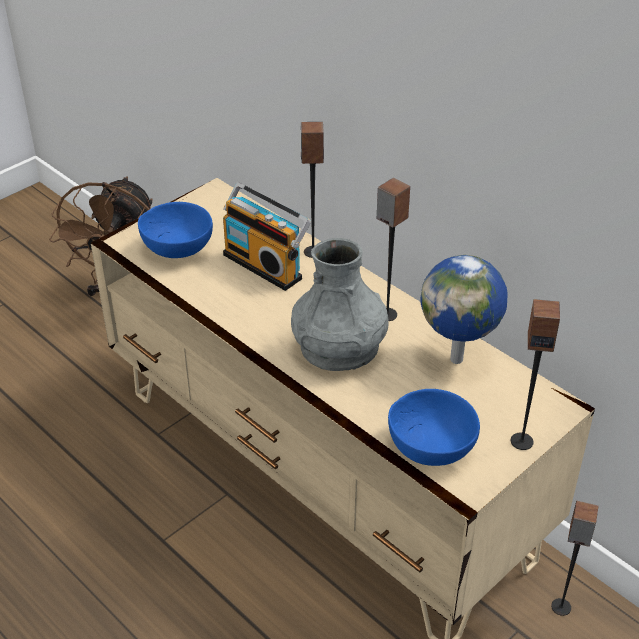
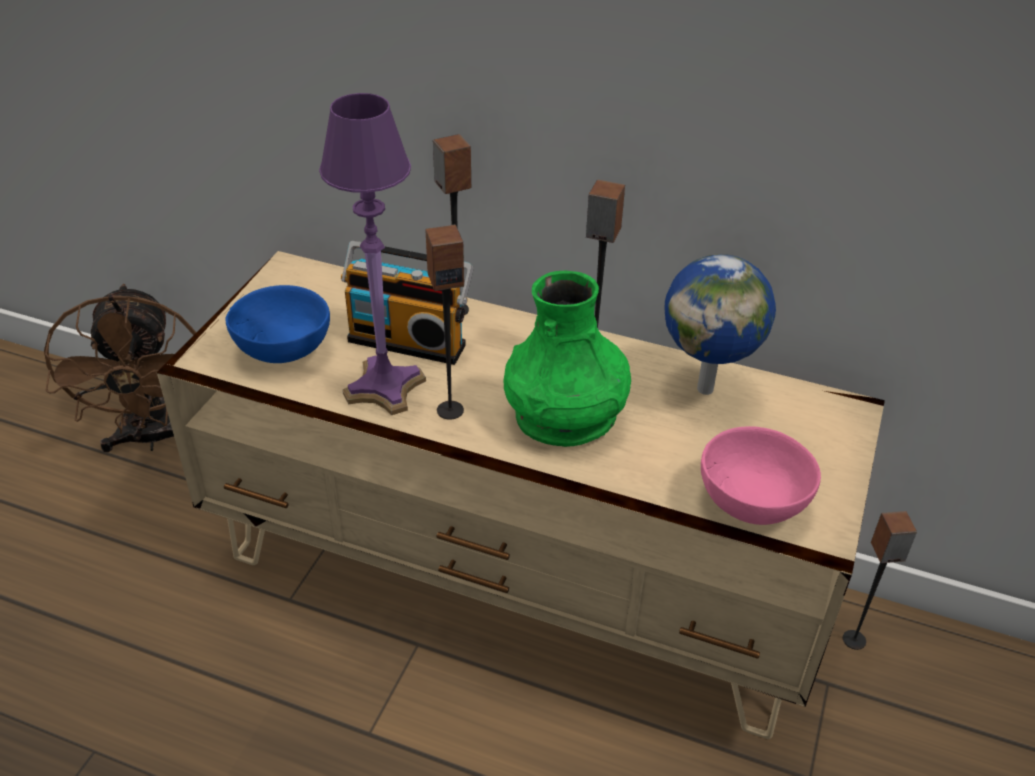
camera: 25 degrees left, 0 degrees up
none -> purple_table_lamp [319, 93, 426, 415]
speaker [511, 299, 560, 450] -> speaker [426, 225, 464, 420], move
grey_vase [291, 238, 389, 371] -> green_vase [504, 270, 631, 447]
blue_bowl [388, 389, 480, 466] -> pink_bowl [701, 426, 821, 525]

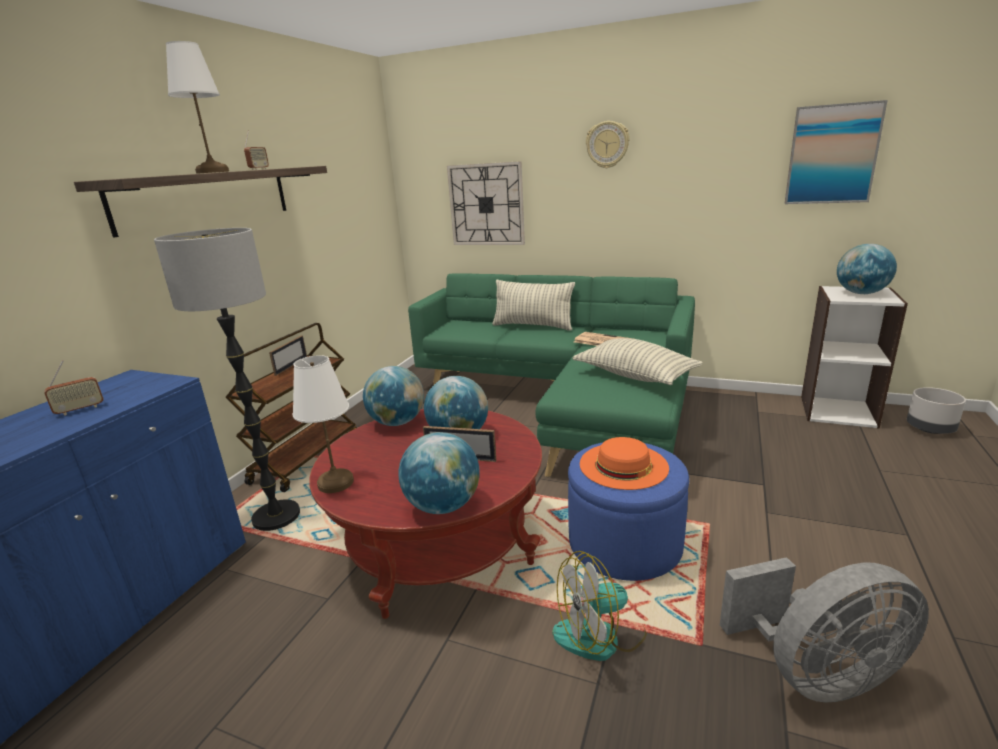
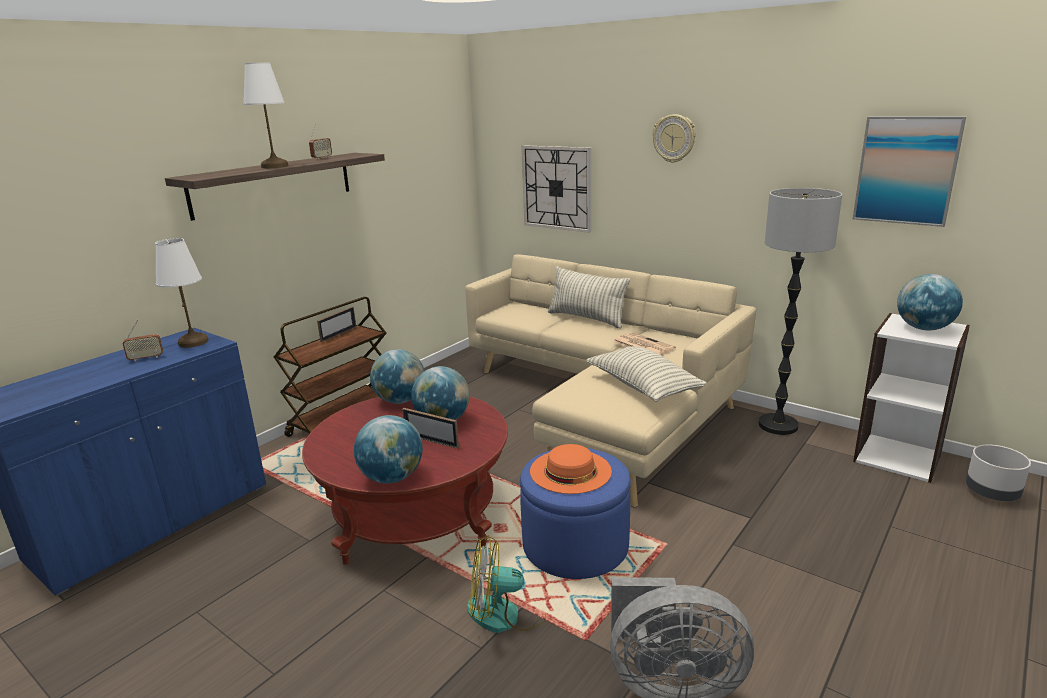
camera: 15 degrees right, 0 degrees up
floor_lamp [154, 228, 300, 531] -> floor_lamp [759, 188, 842, 435], move
white_table_lamp [293, 355, 354, 493] -> white_table_lamp [155, 238, 208, 348], move
green_sofa [408, 273, 695, 477] -> beige_sofa [465, 254, 756, 507]

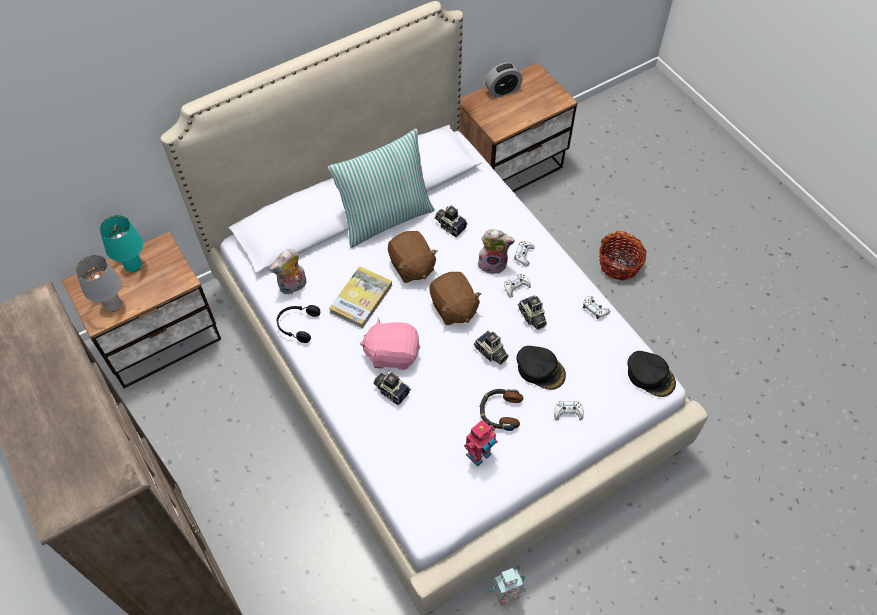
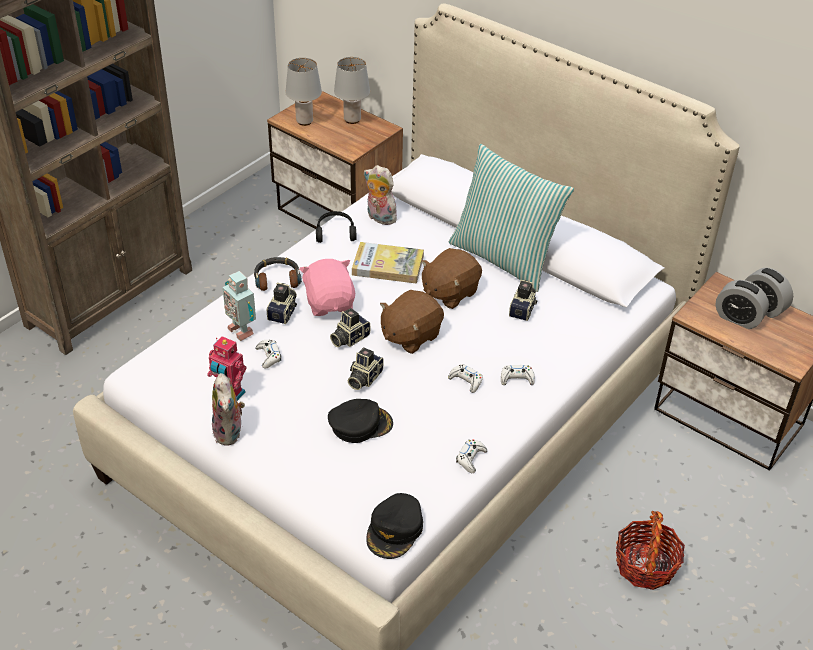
camera: 70 degrees right, 15 degrees down
none -> alarm_clock [715, 280, 769, 329]
plush_toy [478, 229, 515, 274] -> plush_toy [212, 373, 245, 446], move
headphones [480, 389, 523, 431] -> headphones [254, 257, 302, 291], move
toy_robot [490, 568, 525, 605] -> toy_robot [222, 271, 256, 341], move
photo_camera [518, 295, 547, 330] -> photo_camera [330, 308, 370, 347], move
white_game_controller [554, 401, 584, 420] -> white_game_controller [255, 340, 281, 369], move
turquoise_table_lamp [100, 215, 143, 272] -> grey_table_lamp [334, 57, 370, 124]
black_cap [516, 346, 566, 390] -> black_cap [328, 399, 393, 443], 120 degrees counterclockwise

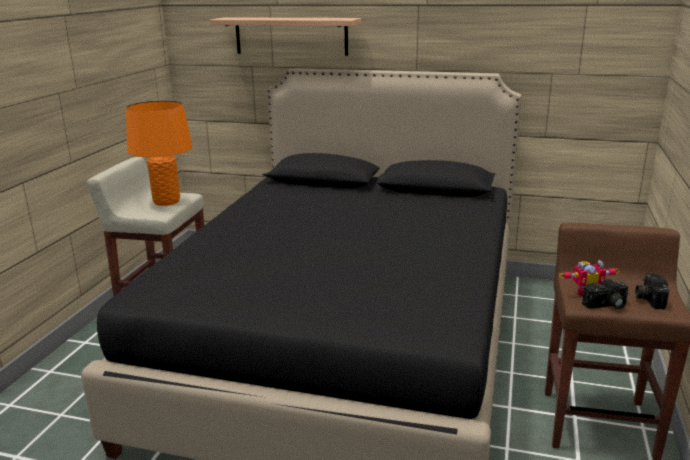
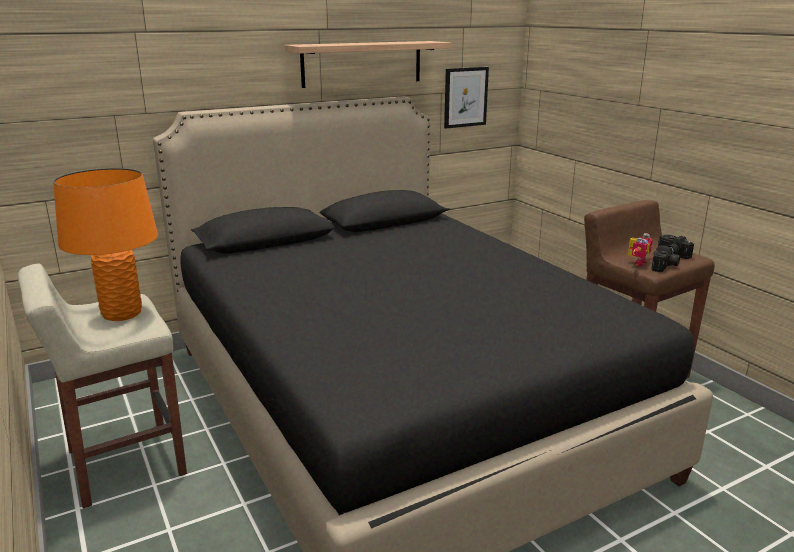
camera: 45 degrees left, 0 degrees up
none -> picture [444, 67, 489, 129]
shelf [209, 17, 361, 56] -> shelf [285, 41, 451, 88], move

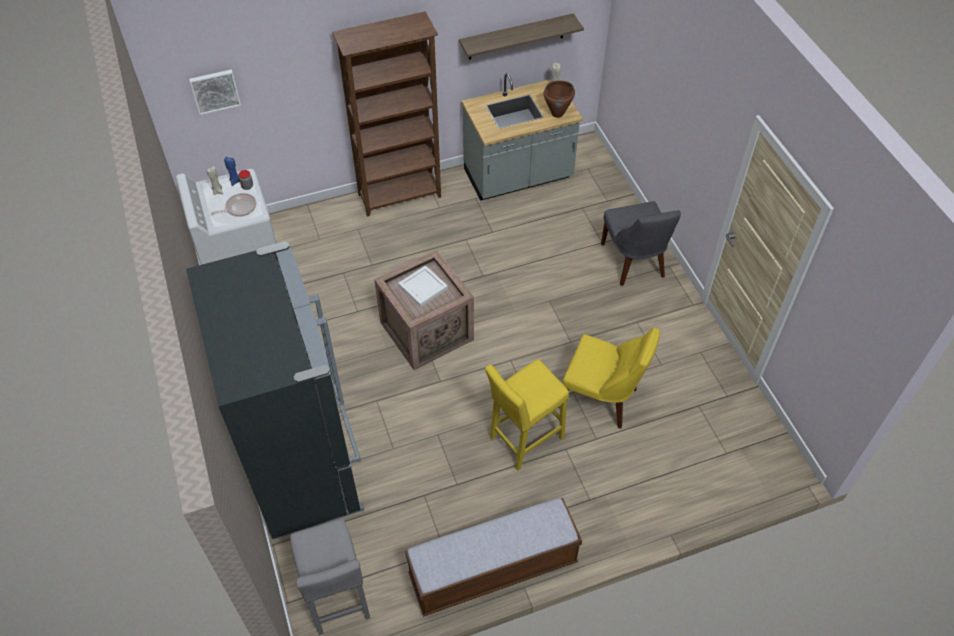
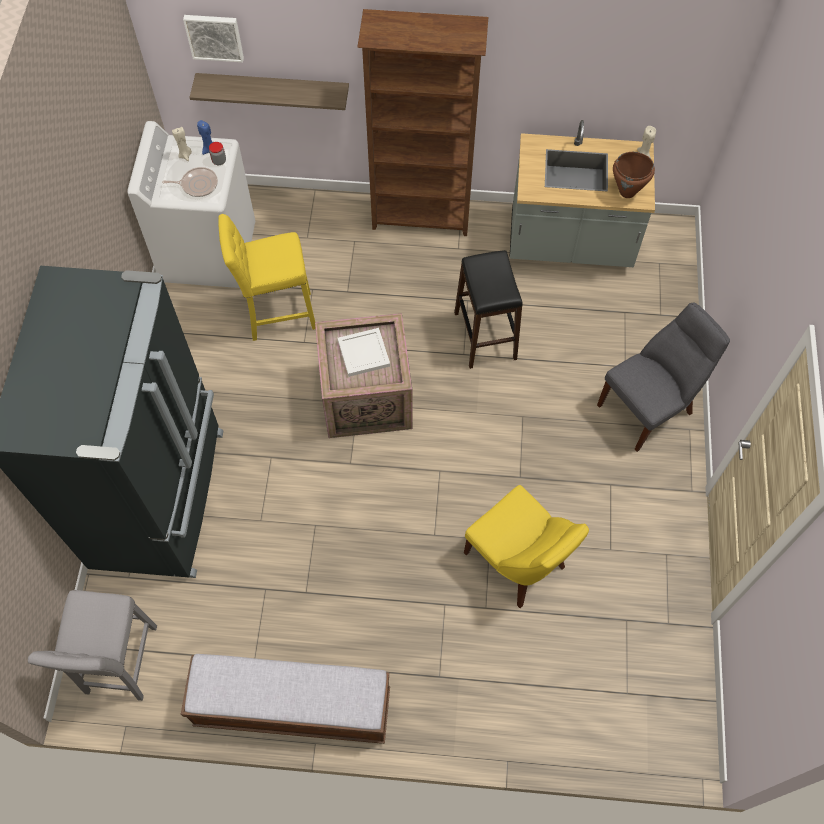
camera: 25 degrees right, 10 degrees up
none -> black_stool [454, 250, 523, 369]
shelf [459, 13, 584, 60] -> shelf [190, 73, 349, 110], move
yellow_stool [485, 359, 569, 471] -> yellow_stool [218, 214, 316, 341], move
grey_chair [601, 201, 681, 286] -> grey_chair [597, 302, 730, 452], 135 degrees counterclockwise

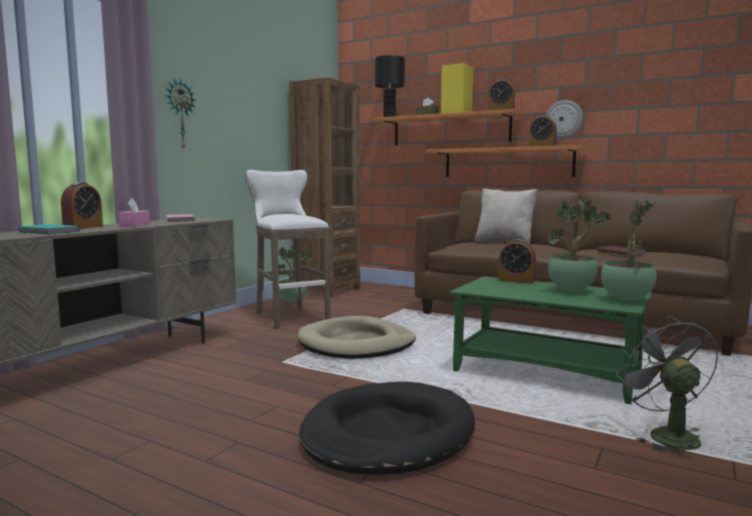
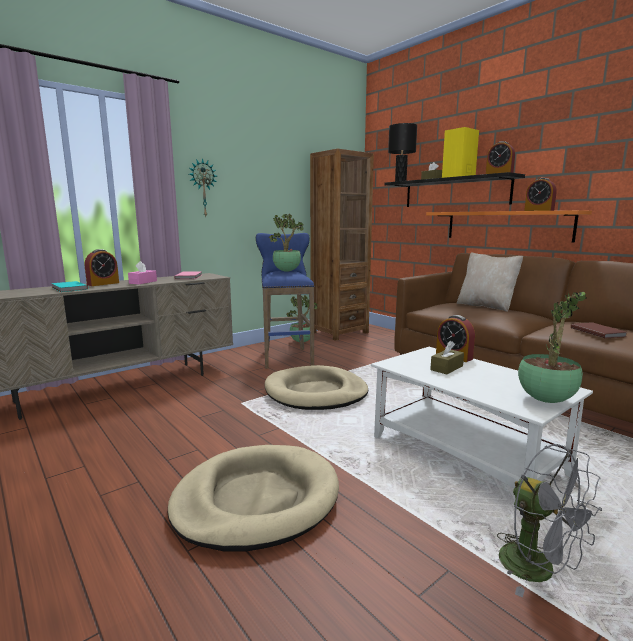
camera: 20 degrees right, 5 degrees up
wall_clock [546, 100, 583, 138] -> none
none -> brown_tissue_box [430, 341, 464, 374]
potted_plant [548, 198, 611, 292] -> potted_plant [269, 214, 303, 272], move
white_stool [246, 170, 331, 329] -> blue_stool [256, 233, 314, 369]
black_dog_bed [299, 382, 475, 475] -> beige_dog_bed [168, 445, 339, 552]
orange_shelf [373, 109, 523, 145] -> black_shelf [385, 172, 525, 207]
green_coffee_table [449, 276, 651, 404] -> white_coffee_table [371, 347, 593, 488]
grey_fan [616, 316, 718, 458] -> grey_fan [497, 444, 602, 597], 135 degrees clockwise

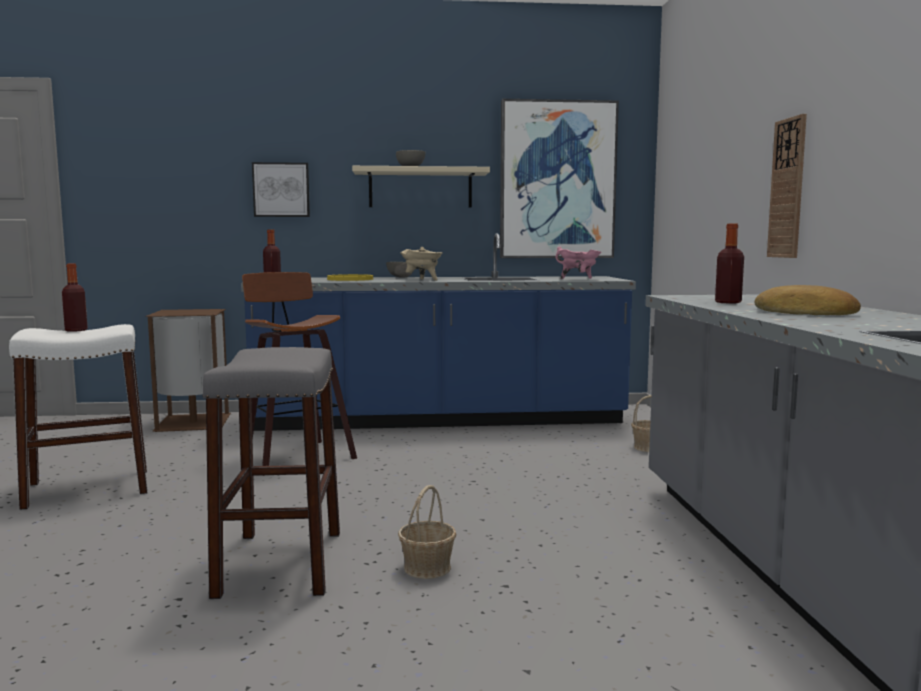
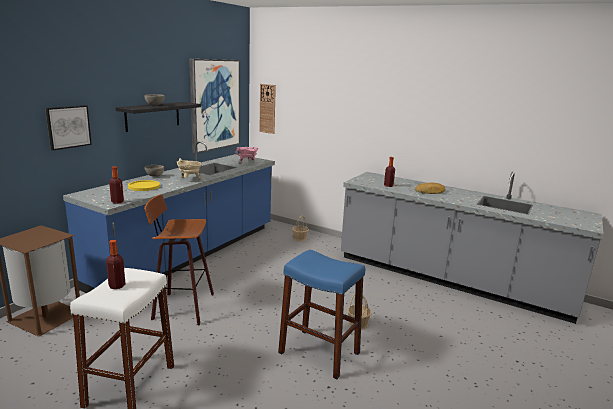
camera: 55 degrees left, 10 degrees up
wall_clock [767, 114, 807, 258] -> wall_clock [259, 84, 276, 134], move
grey_stool [203, 347, 340, 599] -> blue_stool [278, 250, 365, 379]
beige_shelf [352, 166, 490, 208] -> black_shelf [116, 102, 201, 132]

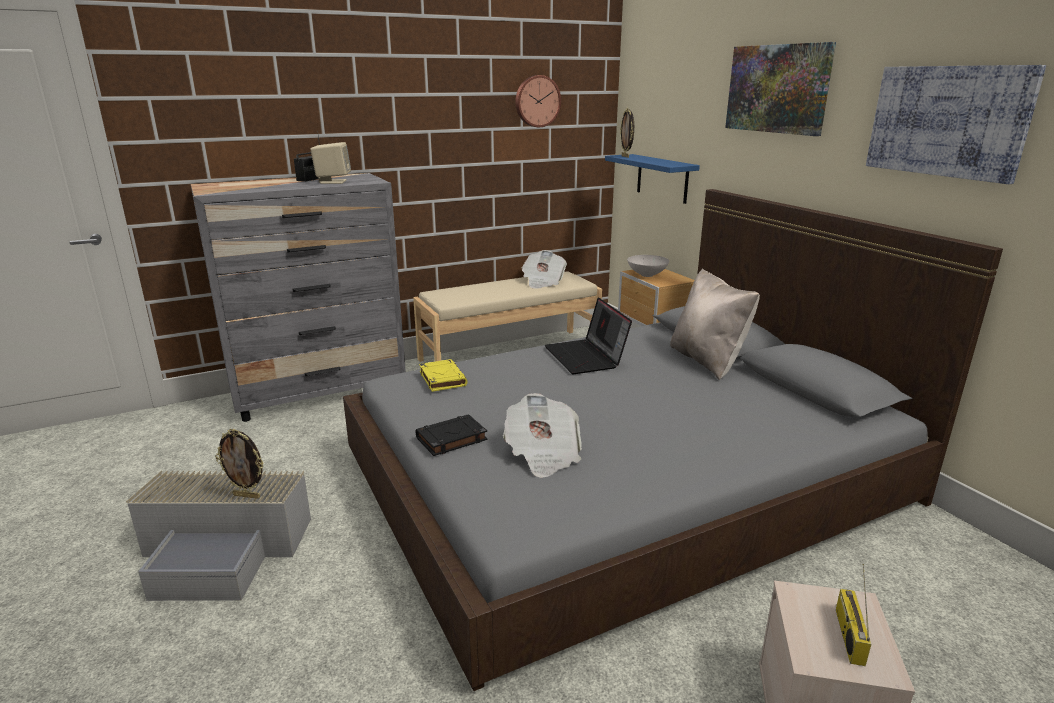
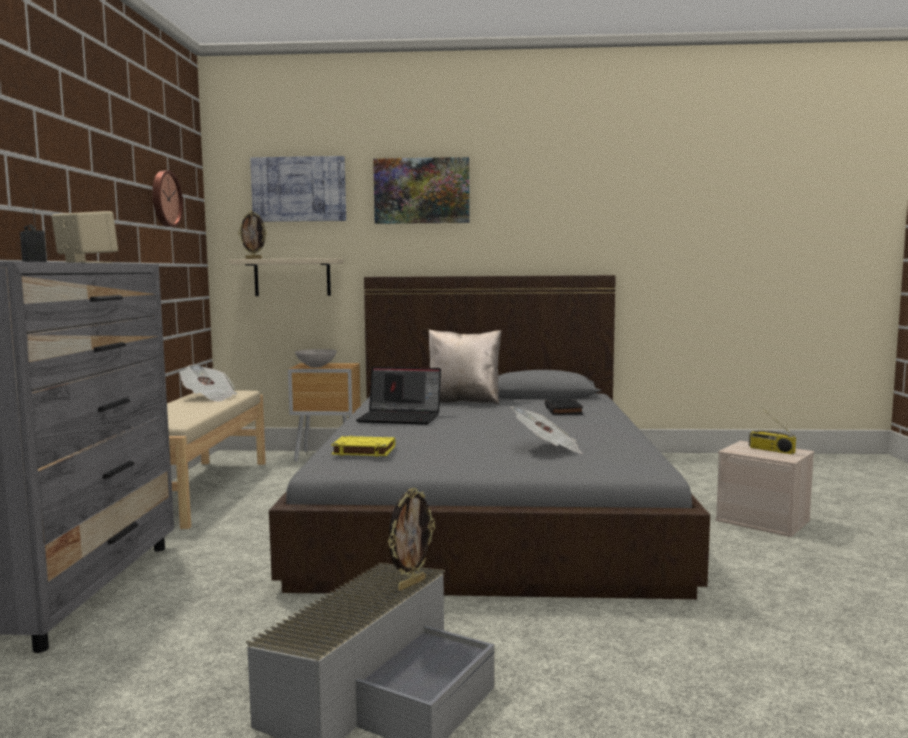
camera: 60 degrees left, 15 degrees down
black_book [416, 414, 488, 456] -> black_book [545, 399, 583, 415], move
picture [866, 65, 1046, 184] -> picture [250, 156, 346, 222], move
blue_shelf [605, 154, 700, 204] -> beige_shelf [229, 258, 343, 296]

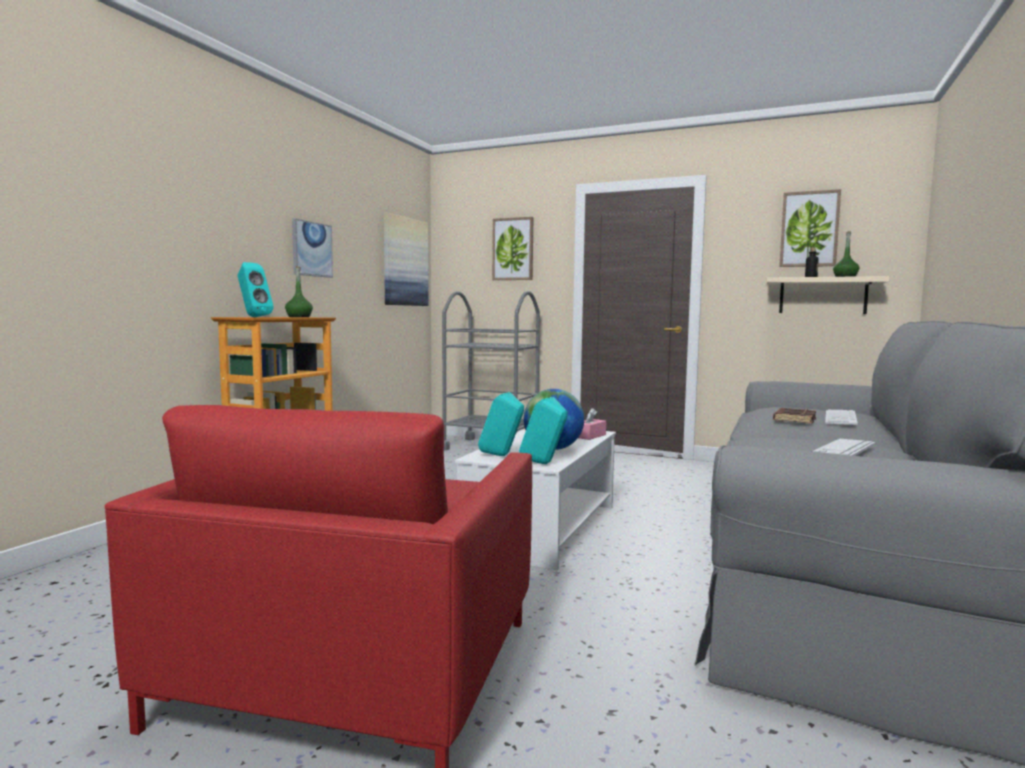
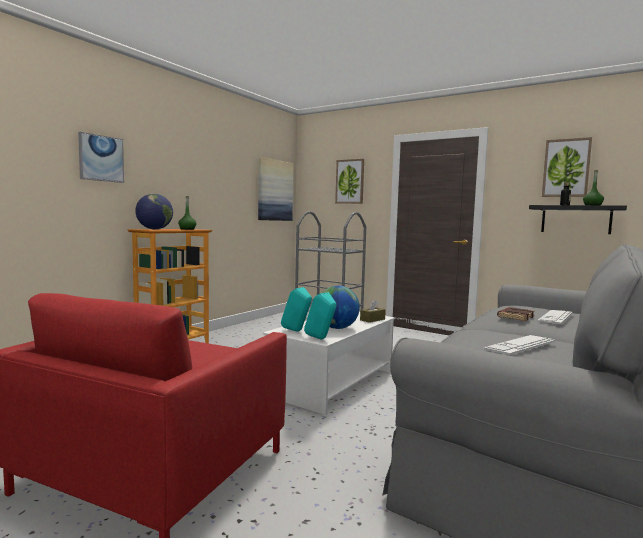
camera: 10 degrees right, 0 degrees up
picture [292, 218, 333, 278] -> picture [78, 132, 124, 183], move
turquoise_speaker [238, 262, 274, 317] -> globe [135, 194, 173, 230]
pink_tissue_box [578, 408, 606, 440] -> brown_tissue_box [360, 300, 386, 323]
beige_shelf [767, 276, 890, 314] -> black_shelf [529, 205, 627, 234]

